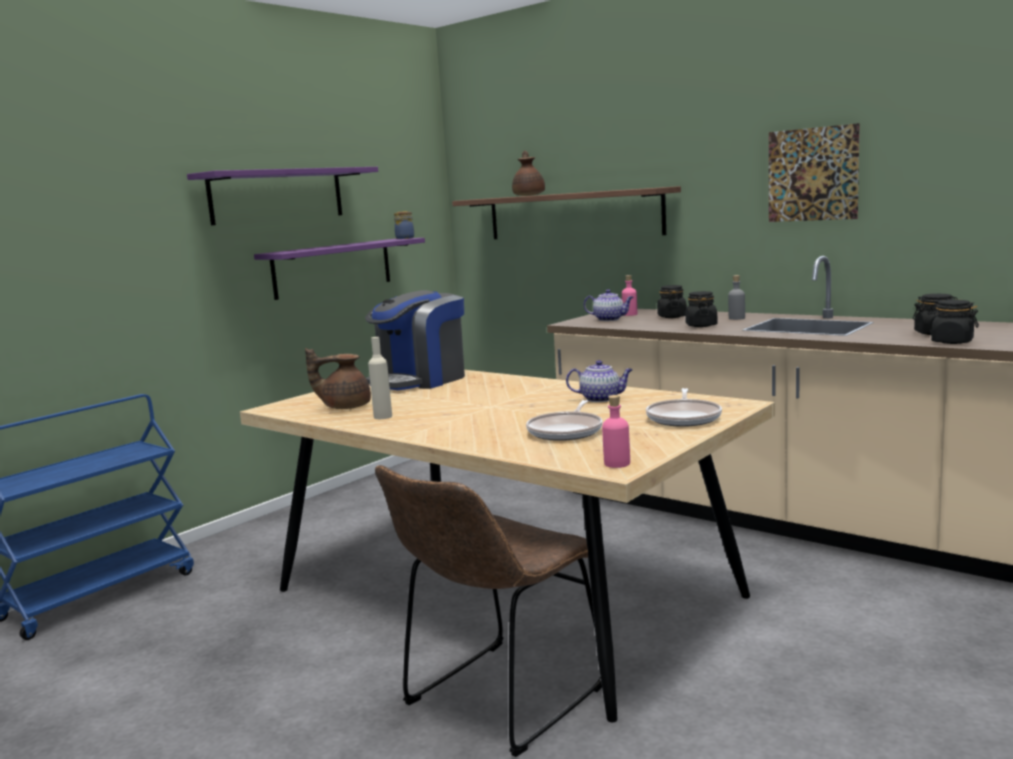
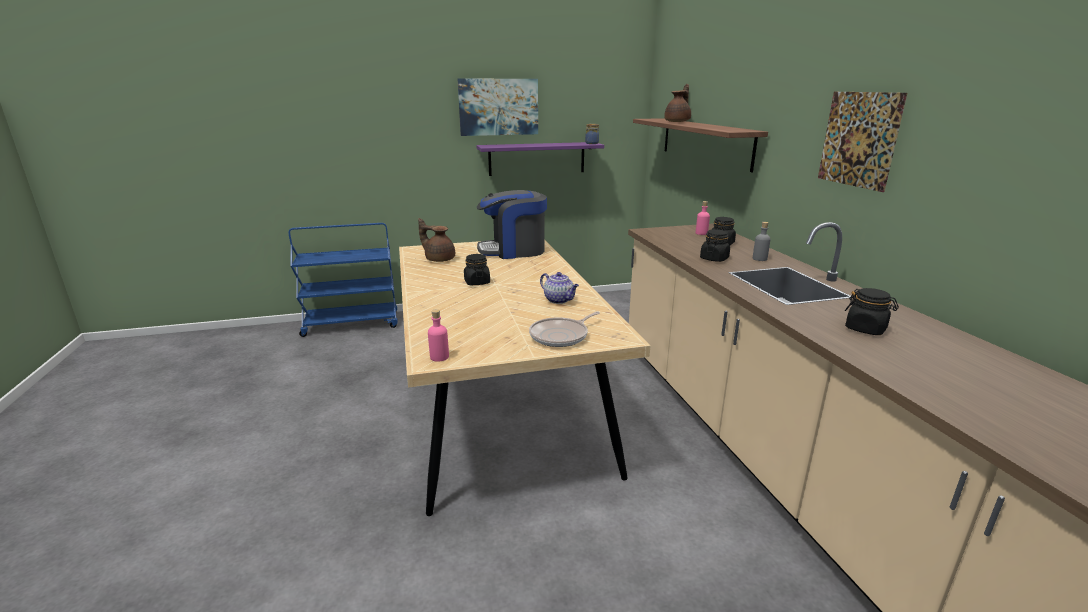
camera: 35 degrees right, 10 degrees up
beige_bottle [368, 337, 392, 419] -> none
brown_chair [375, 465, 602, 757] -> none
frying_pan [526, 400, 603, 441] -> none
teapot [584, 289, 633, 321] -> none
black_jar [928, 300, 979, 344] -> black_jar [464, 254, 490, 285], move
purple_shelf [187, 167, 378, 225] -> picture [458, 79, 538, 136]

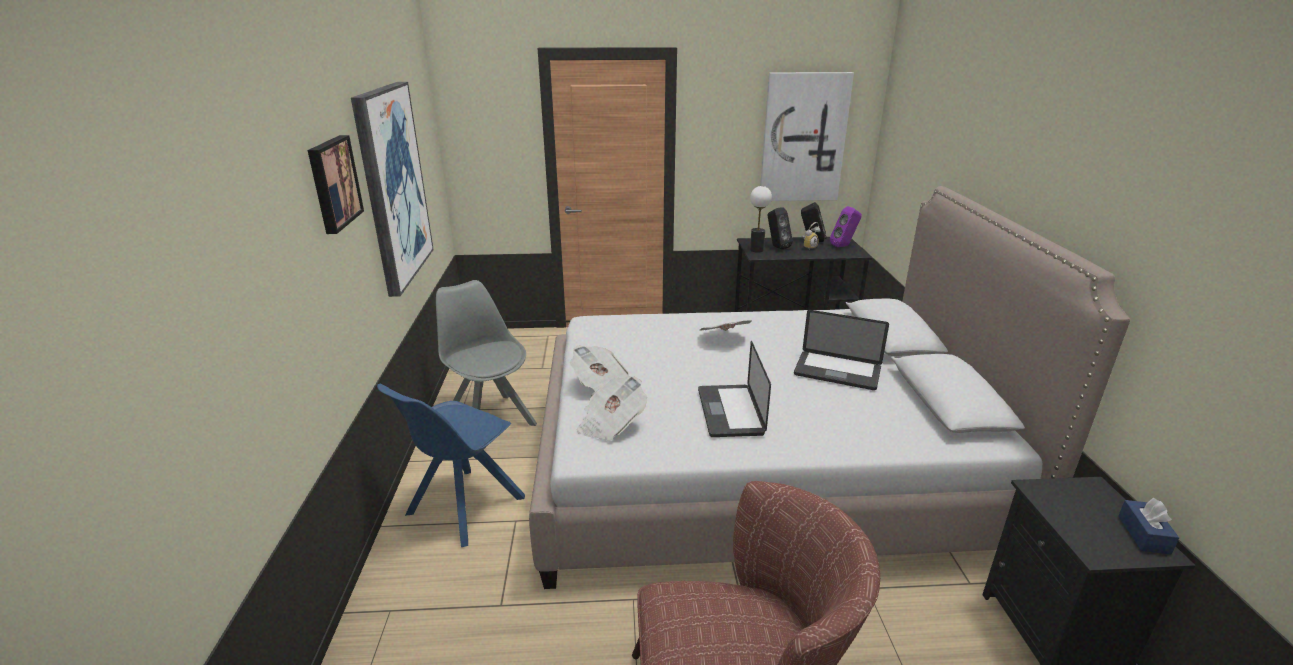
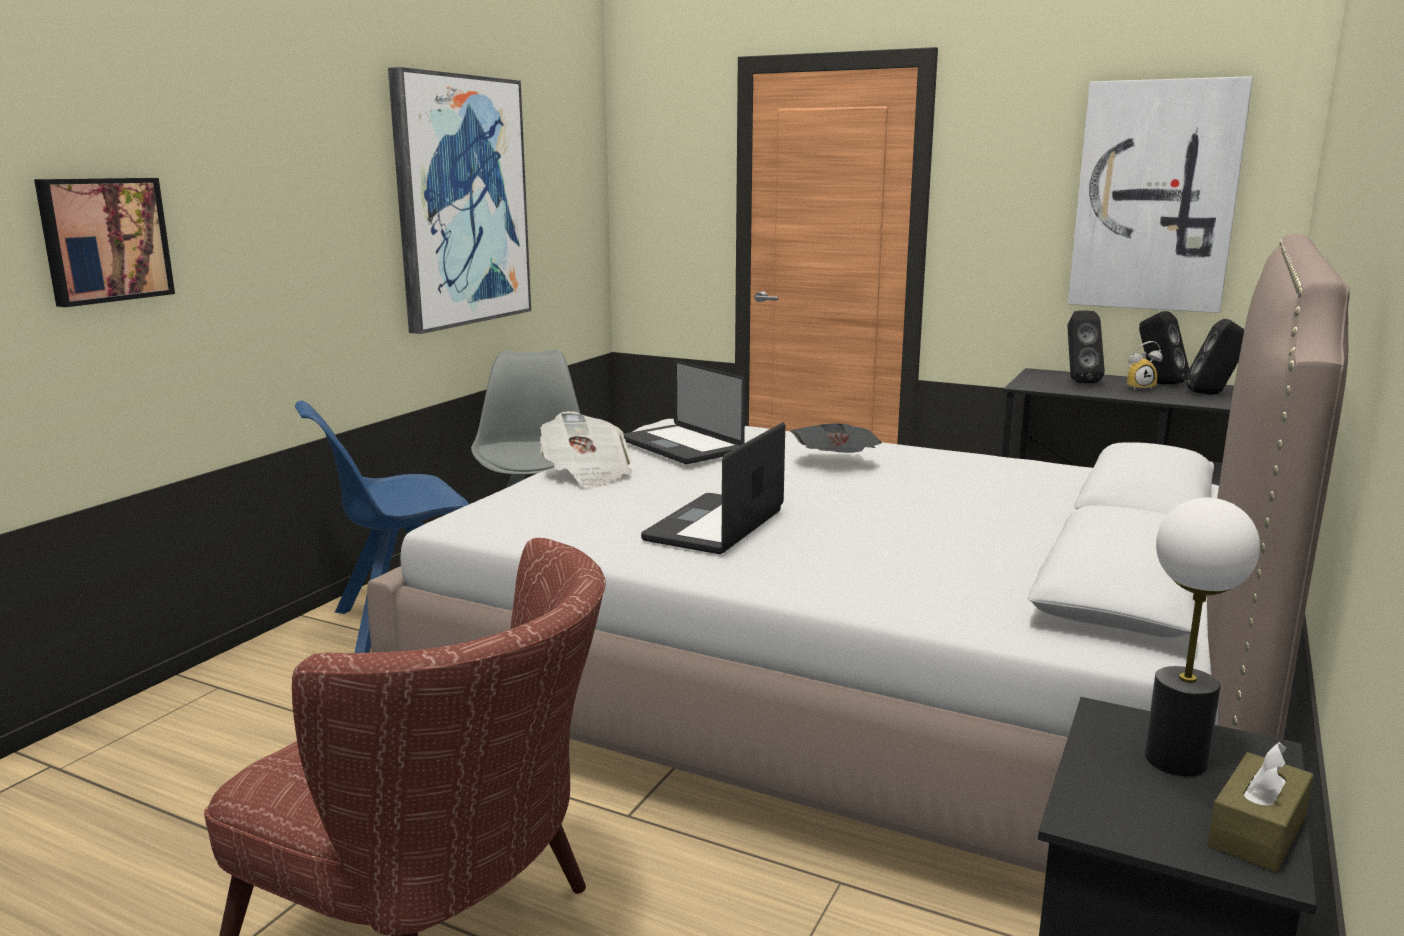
camera: 30 degrees right, 10 degrees down
newspaper [577, 376, 647, 441] -> none
picture [308, 135, 364, 234] -> picture [34, 178, 175, 307], move
table_lamp [750, 186, 772, 253] -> table_lamp [1145, 498, 1260, 777], move
laptop [794, 310, 889, 390] -> laptop [624, 359, 745, 464], move
purple_speaker [830, 206, 862, 247] -> black_speaker [1185, 319, 1244, 395]
blue_tissue_box [1118, 498, 1179, 555] -> brown_tissue_box [1208, 742, 1313, 872]

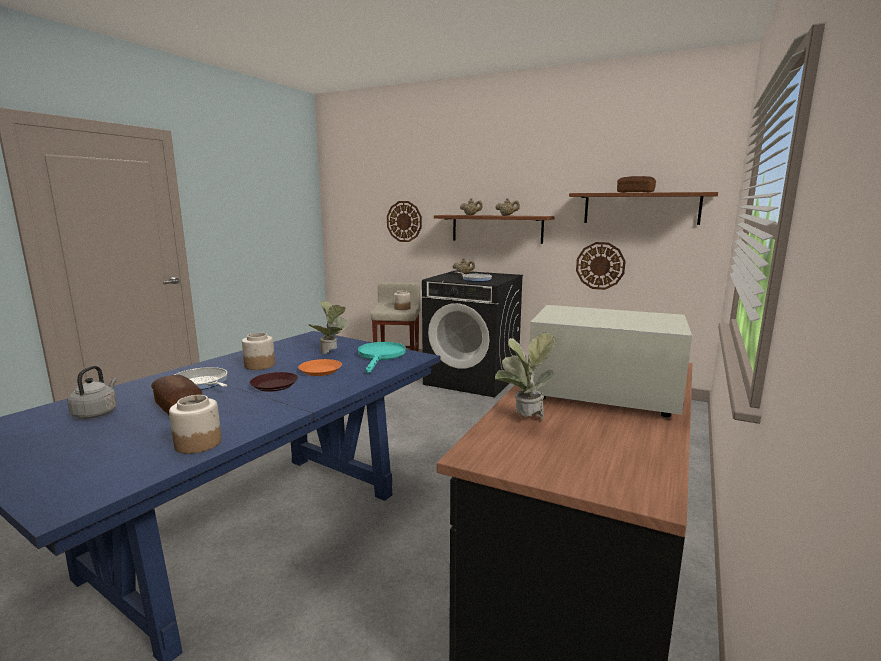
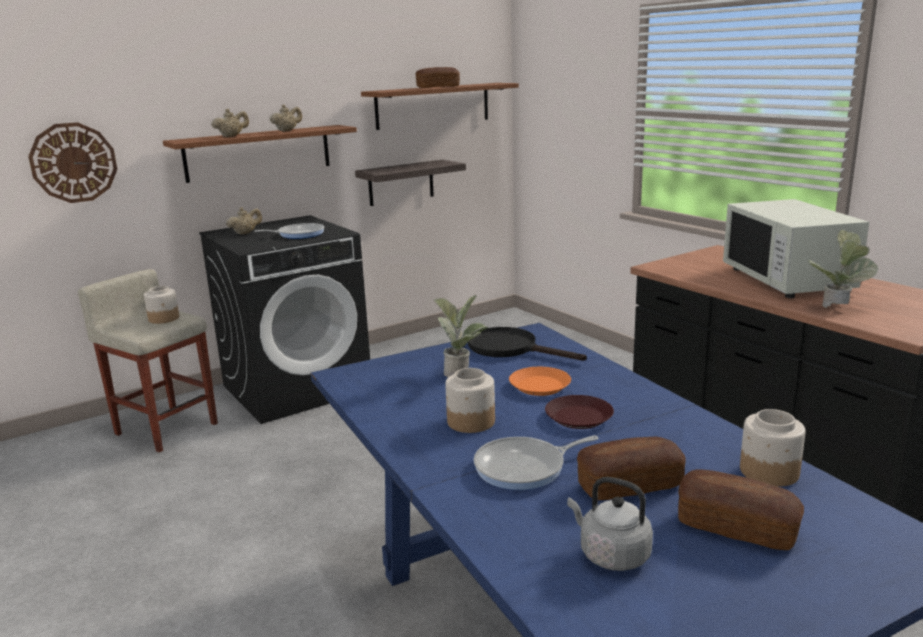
camera: 60 degrees left, 5 degrees up
none -> bread [678, 469, 804, 550]
wall_clock [576, 242, 626, 290] -> shelf [355, 160, 466, 206]
turquoise_frying_pan [358, 342, 406, 373] -> black_frying_pan [468, 327, 587, 361]
white_microwave [529, 305, 692, 417] -> white_microwave [723, 199, 869, 298], 60 degrees counterclockwise

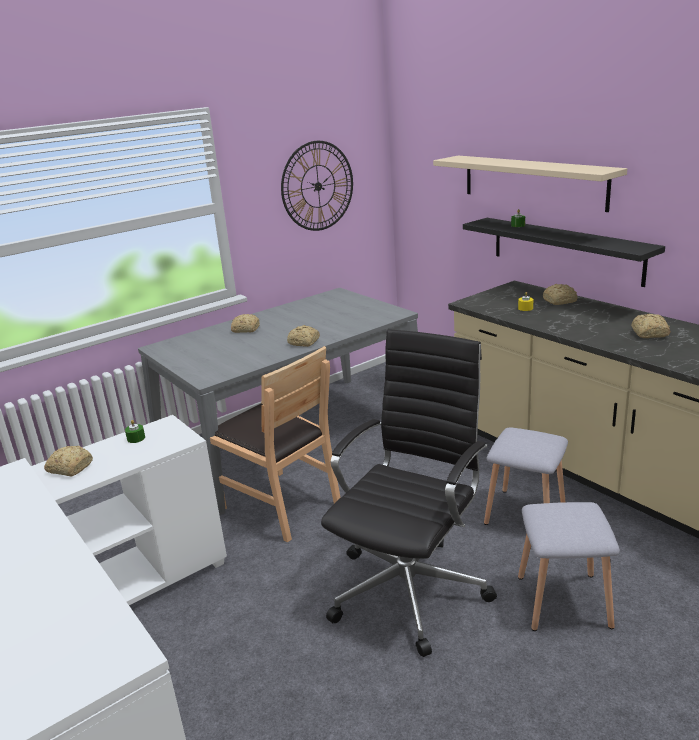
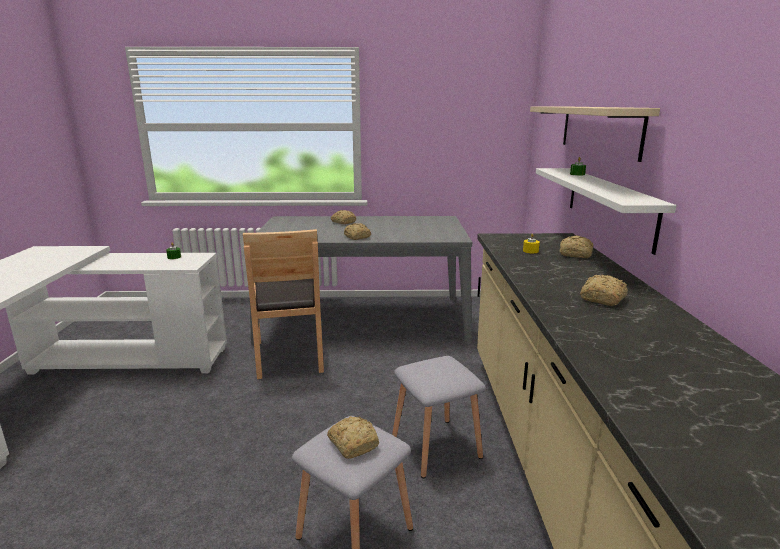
camera: 35 degrees right, 5 degrees down
wall_clock [281, 141, 353, 231] -> none
black_office_chair [321, 329, 497, 657] -> none
bread [44, 446, 93, 476] -> bread [327, 416, 379, 459], move
black_shelf [463, 218, 665, 287] -> white_shelf [536, 168, 676, 255]

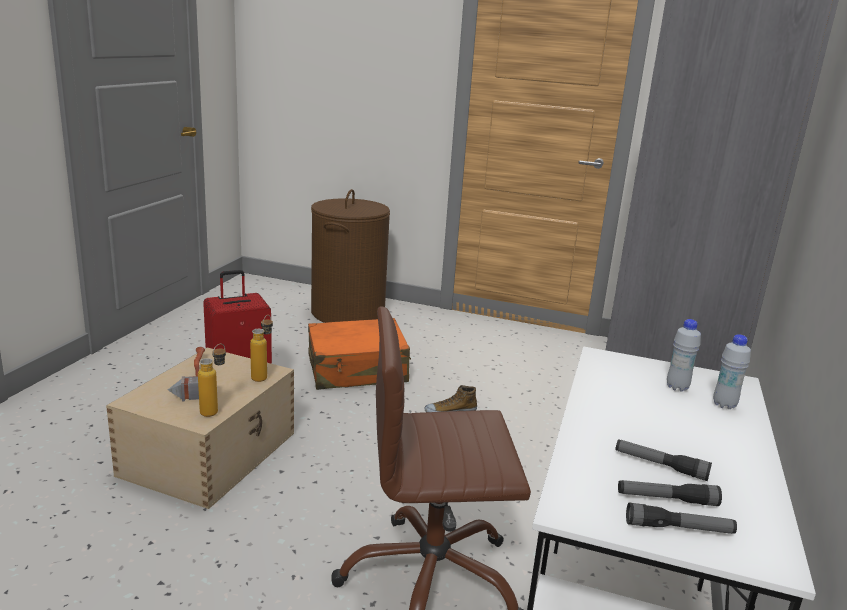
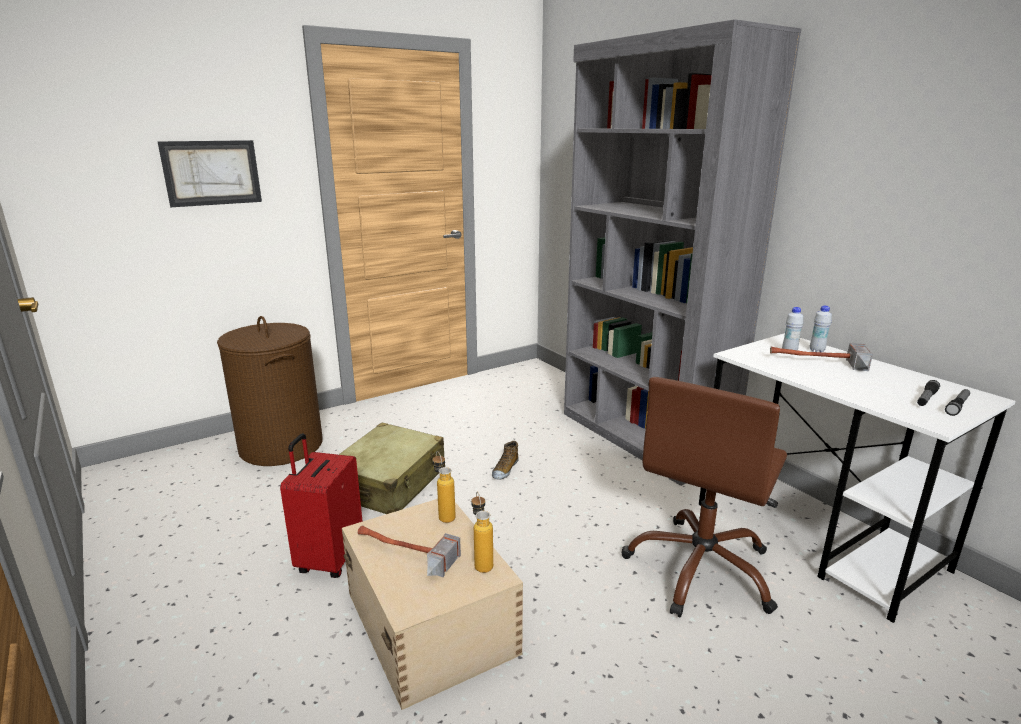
camera: 50 degrees left, 0 degrees up
flashlight [615, 439, 712, 481] -> none
none -> picture [158, 140, 262, 207]
none -> hammer [770, 343, 873, 371]
orange_suitcase [308, 318, 411, 390] -> beige_suitcase [339, 423, 445, 514]

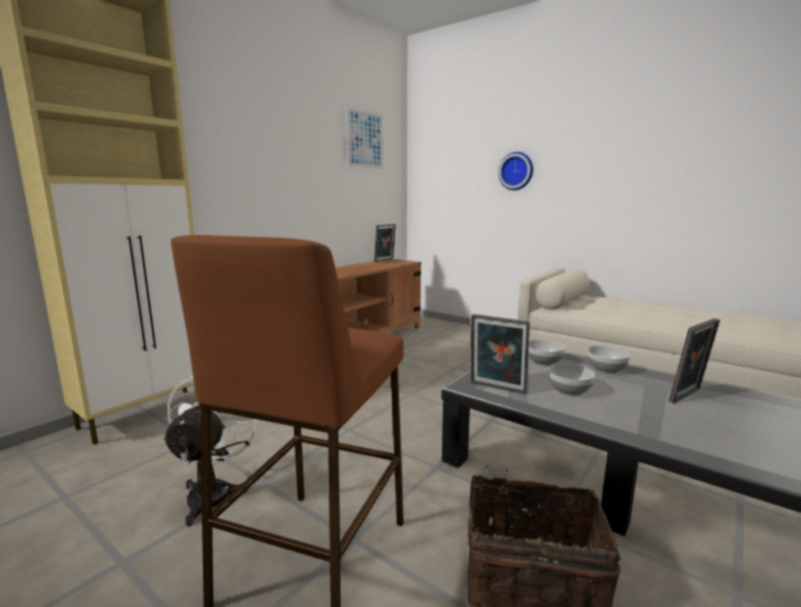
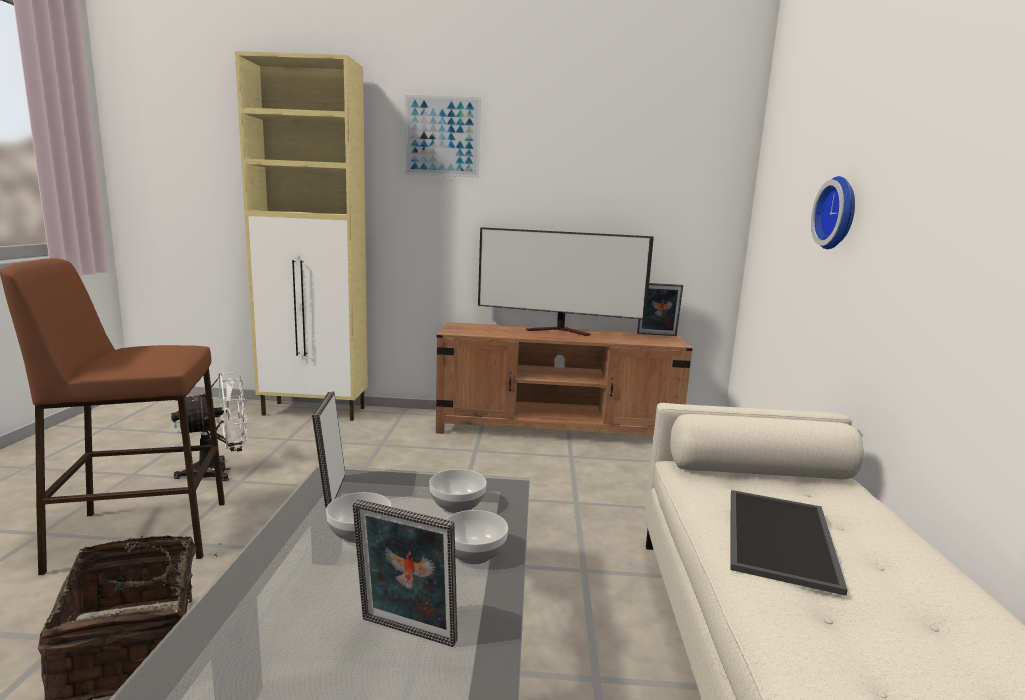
camera: 55 degrees right, 0 degrees up
none -> television [478, 227, 654, 336]
none -> tray [730, 490, 847, 596]
picture [346, 106, 384, 169] -> picture [405, 95, 481, 178], move

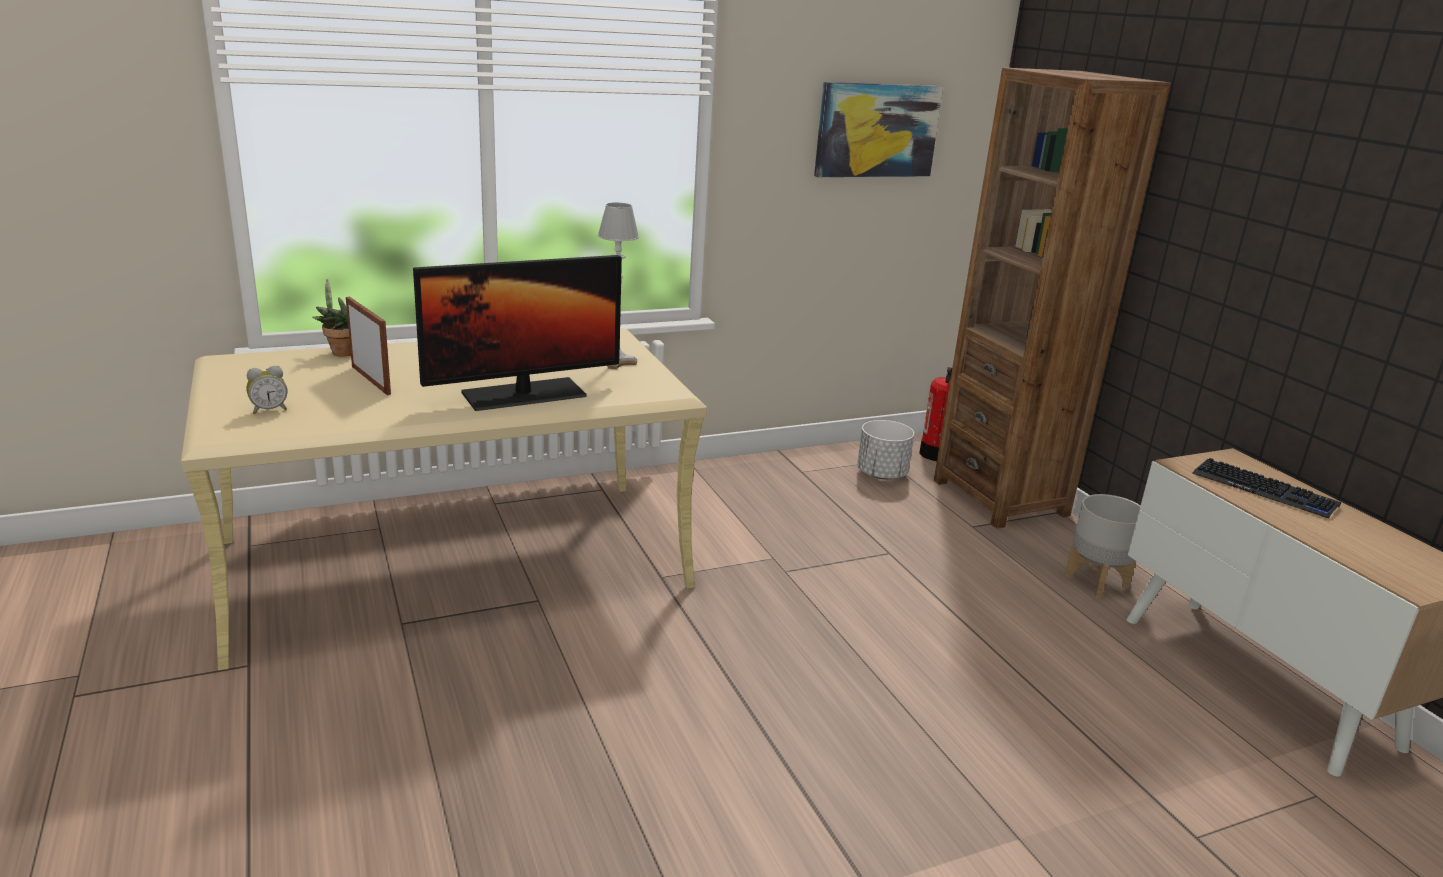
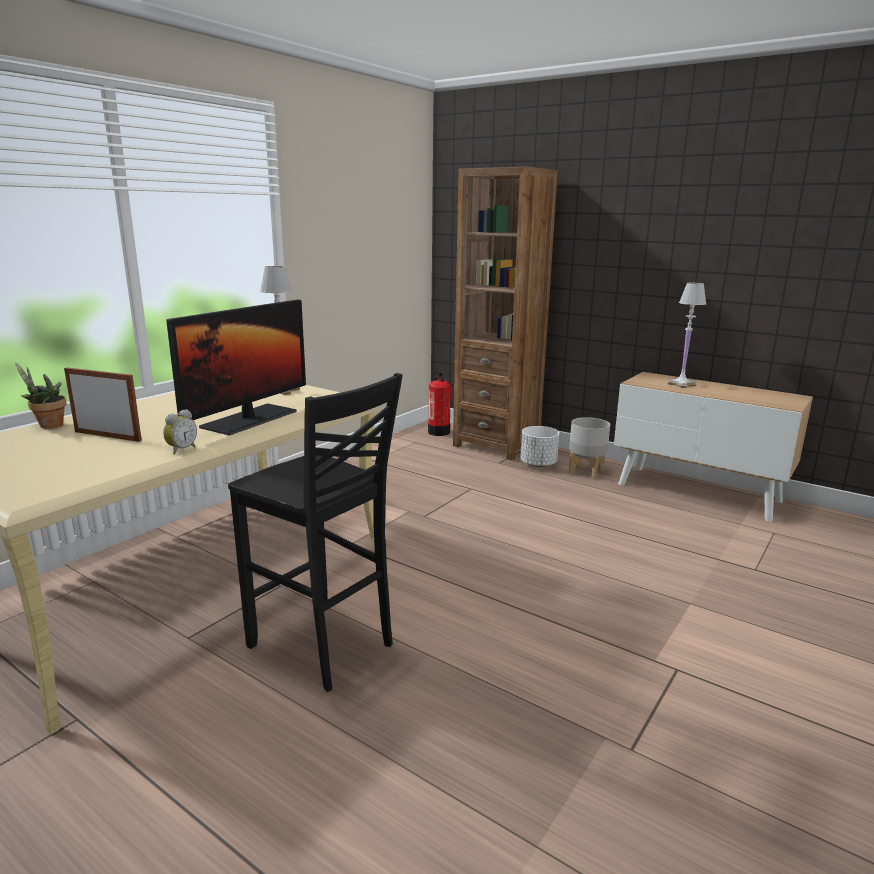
camera: 30 degrees left, 5 degrees down
picture [814, 82, 943, 177] -> none
none -> black_stool [228, 373, 403, 692]
alarm_clock [246, 366, 287, 414] -> alarm_clock [163, 409, 197, 455], move
white_planter [857, 420, 914, 479] -> white_planter [520, 426, 559, 467], move
keyboard [1192, 458, 1341, 518] -> white_table_lamp [667, 283, 707, 388]

